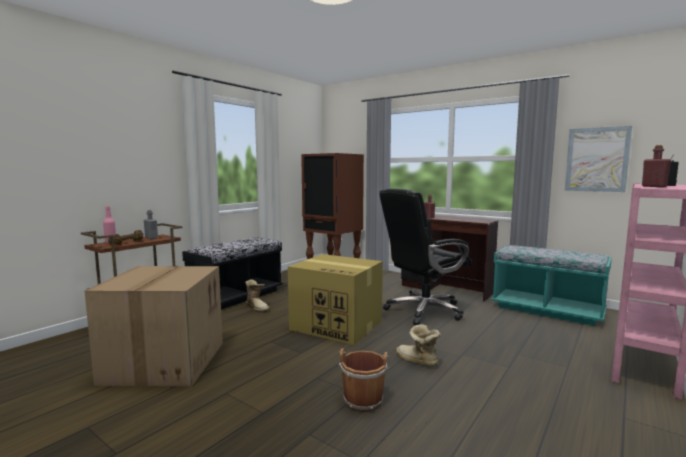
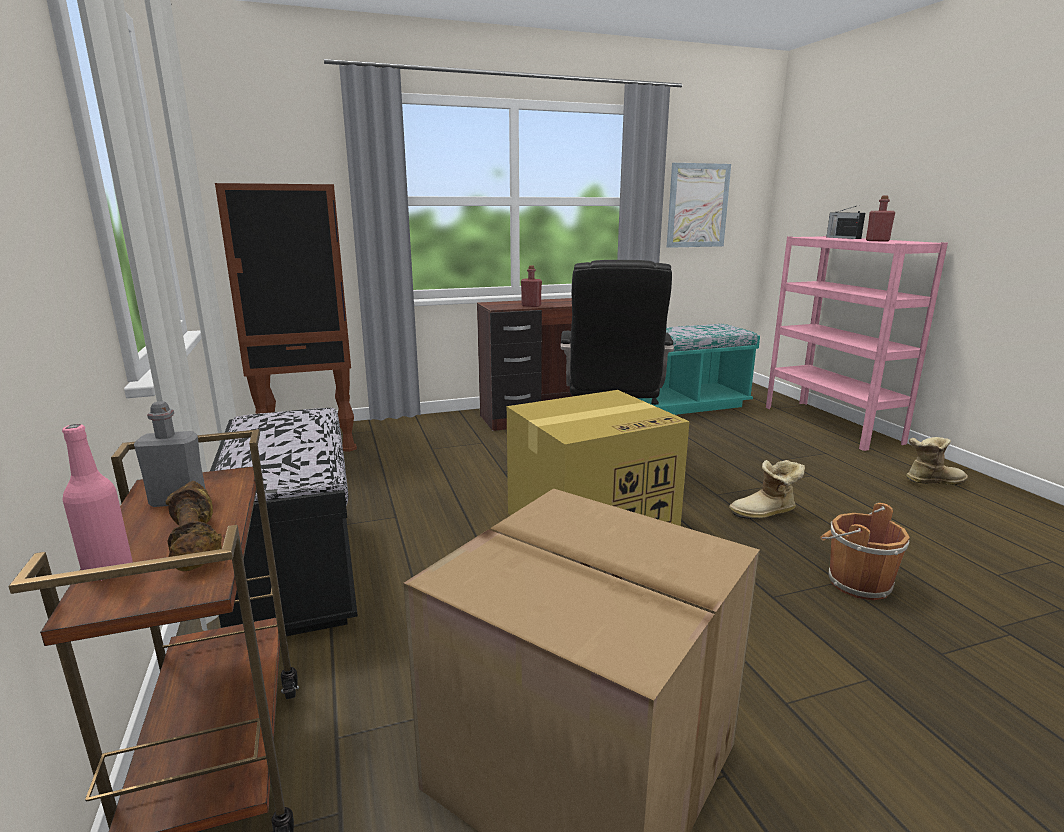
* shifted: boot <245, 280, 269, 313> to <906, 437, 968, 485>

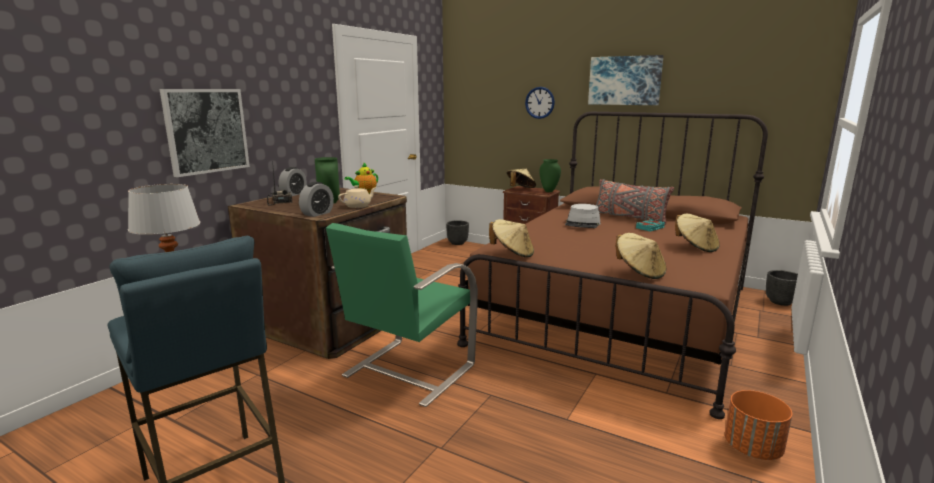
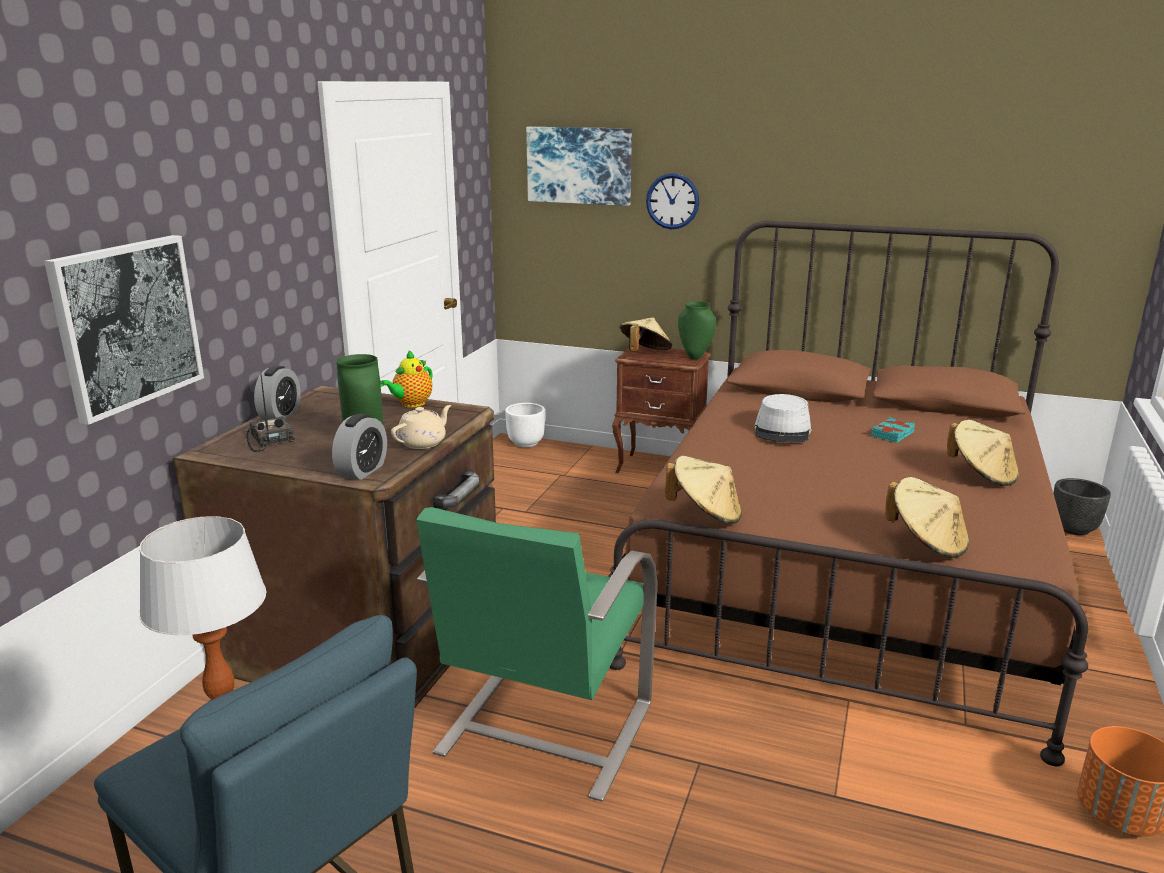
* repainted: planter/black <446, 220, 469, 245> to planter/white <505, 403, 545, 447>
* shifted: picture <588, 55, 664, 105> to <526, 127, 632, 206>
* gone: pillow/grey <596, 179, 674, 225>

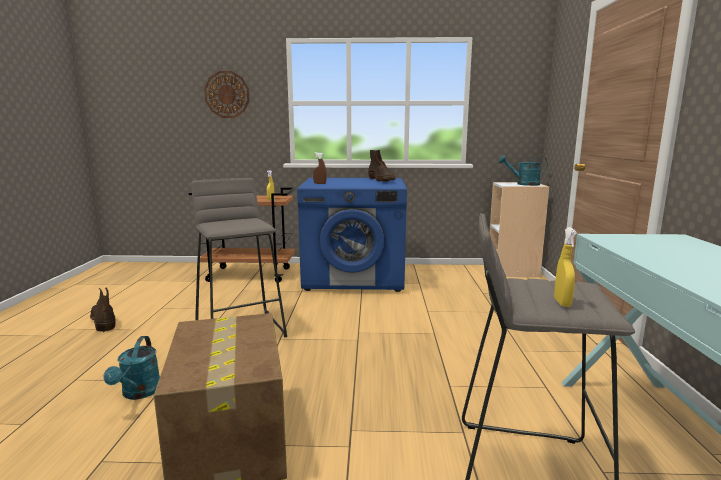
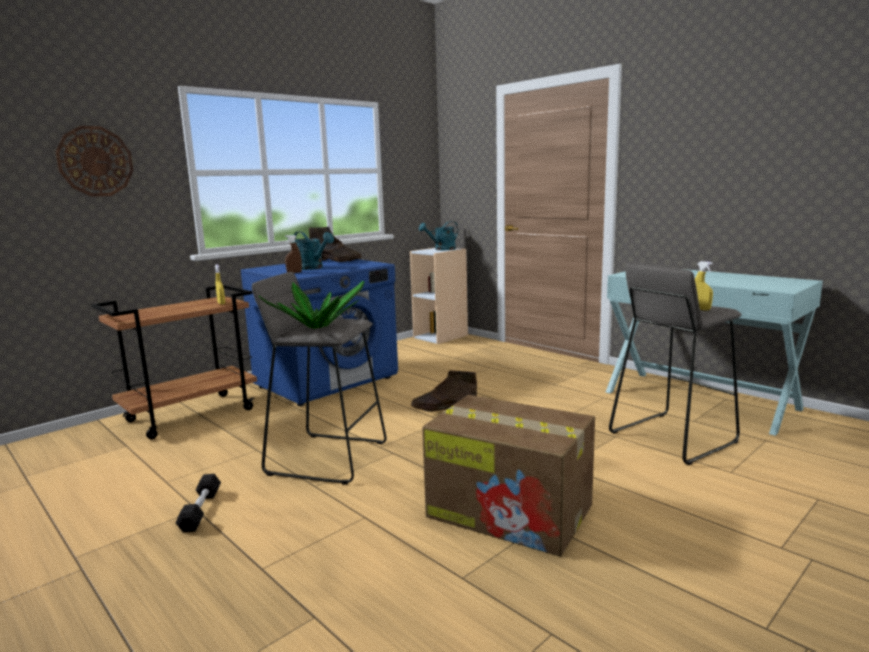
* shifted: boot/brown <90, 287, 116, 332> to <411, 370, 477, 412>
* shifted: watering can/turquoise <103, 336, 160, 400> to <294, 231, 334, 270>
* new: dumbbell/black <176, 474, 221, 533>
* new: potted plant <258, 281, 364, 329>

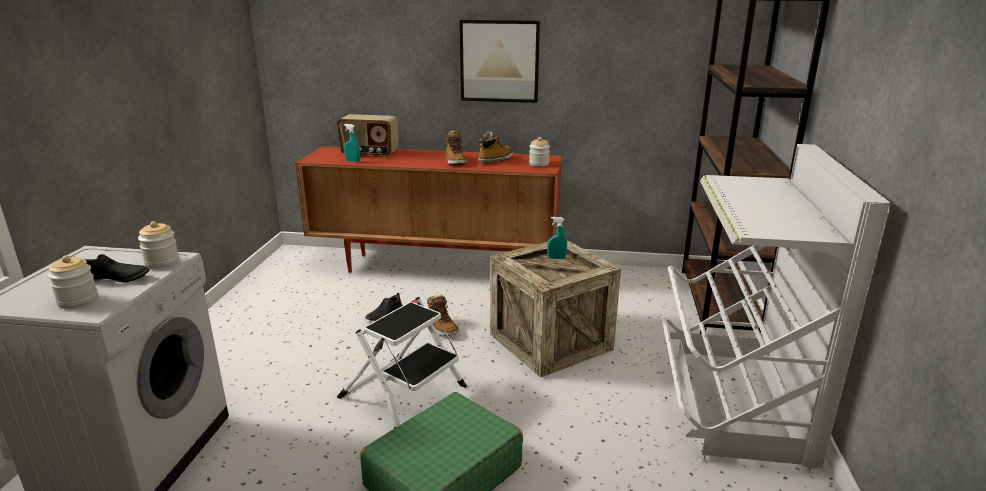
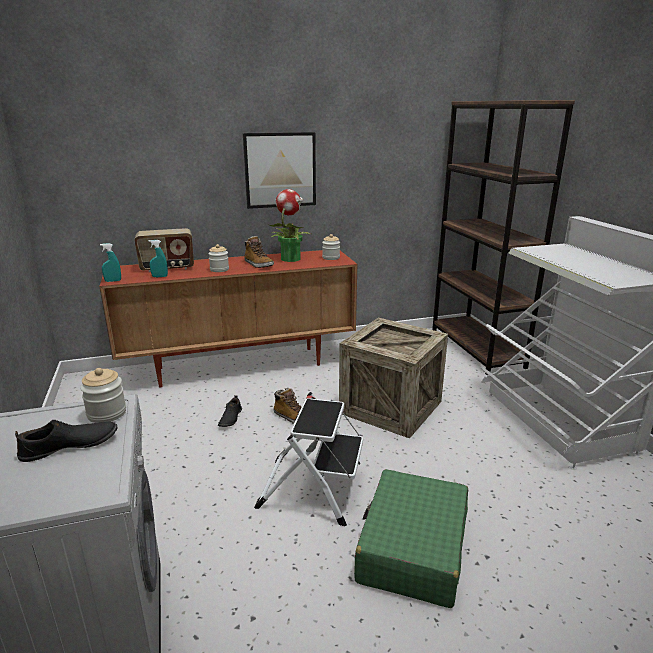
* shifted: jar <48, 255, 98, 309> to <208, 244, 229, 272>
* swapped: boot <478, 131, 513, 163> to potted plant <269, 189, 313, 262>
* shifted: spray bottle/turquoise <547, 217, 567, 259> to <100, 243, 121, 282>

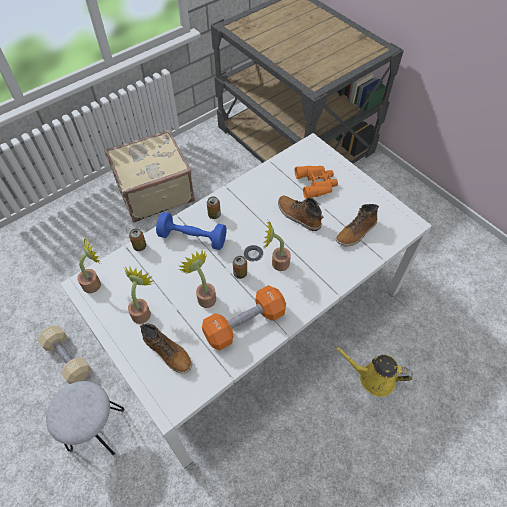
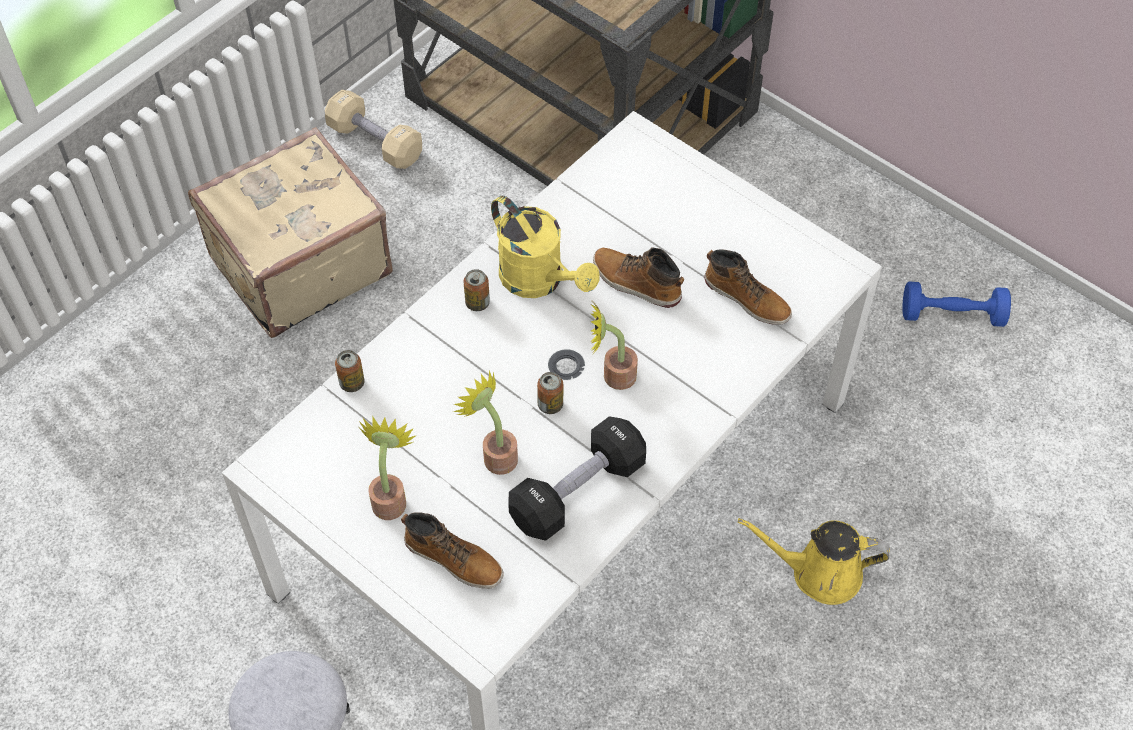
* shifted: dumbbell/beige <38, 325, 91, 384> to <325, 90, 422, 169>
* gone: potted plant <77, 237, 101, 293>
* shifted: dumbbell/blue <156, 212, 226, 250> to <903, 281, 1011, 327>
* repainted: dumbbell/orange <202, 285, 286, 351> to dumbbell/black <508, 416, 646, 541>
* gone: binoculars/orange <295, 166, 338, 199>
* rotated: boot <336, 204, 379, 246> = <704, 249, 792, 325> 90 degrees counterclockwise
* new: watering can/yellow <491, 196, 600, 298>

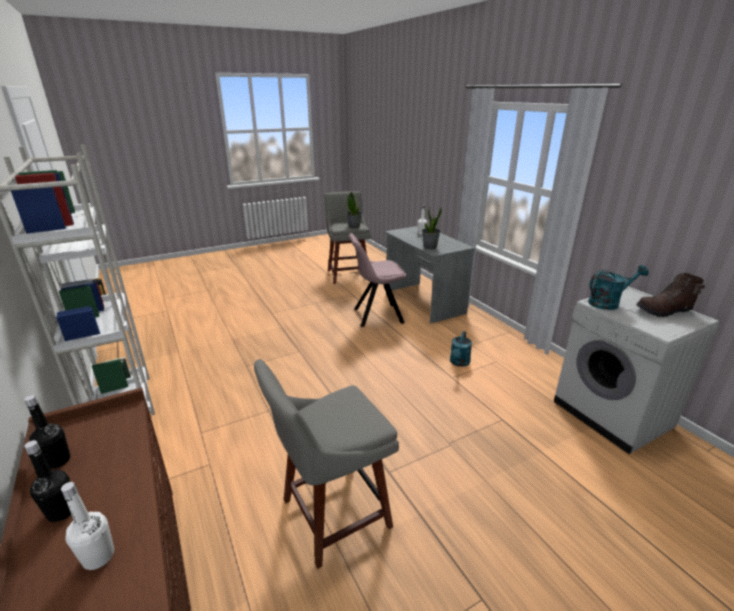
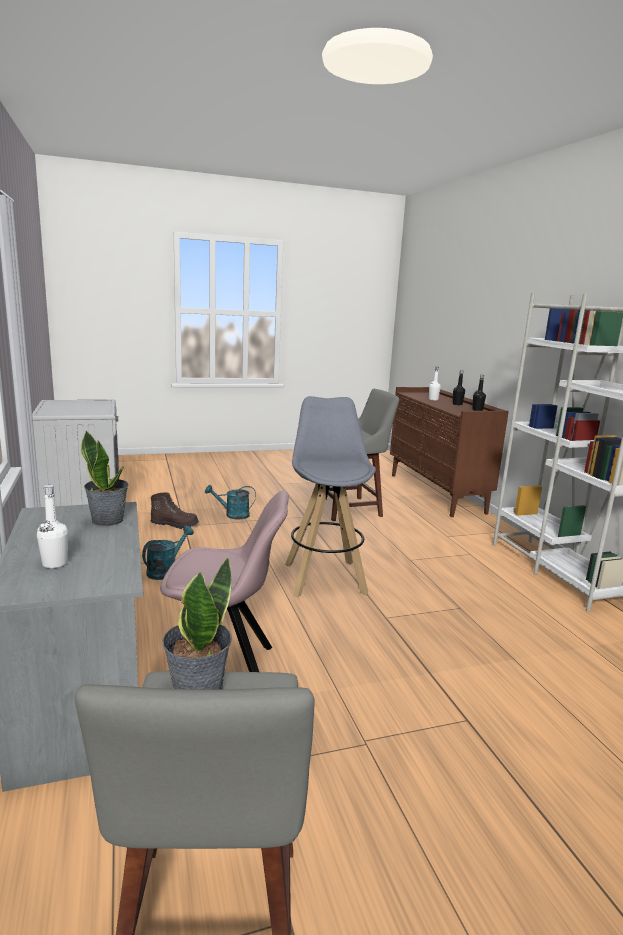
* shifted: watering can/turquoise <588, 265, 649, 310> to <205, 485, 256, 520>
* shifted: boot/brown <636, 273, 705, 317> to <150, 492, 199, 529>
* new: stool/grey <285, 396, 376, 597>

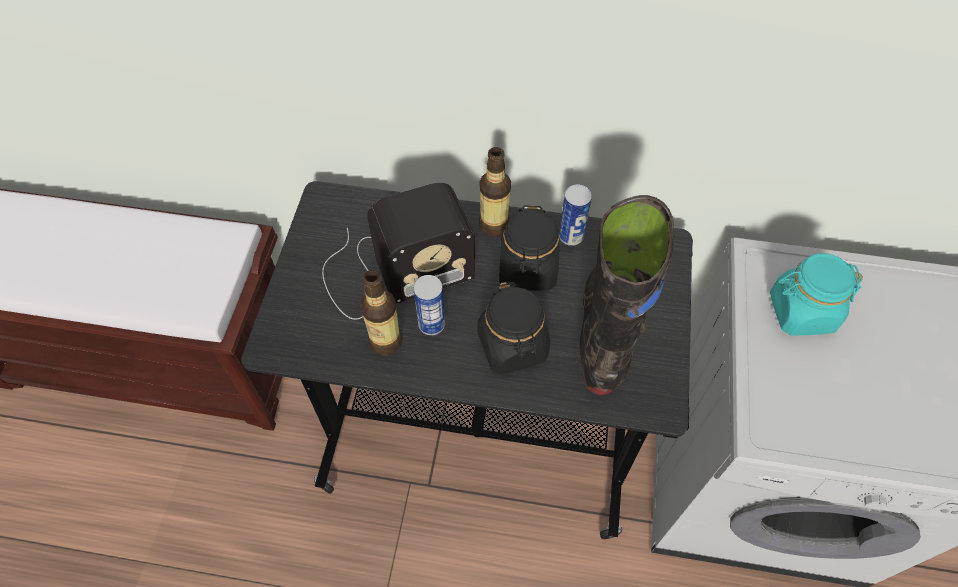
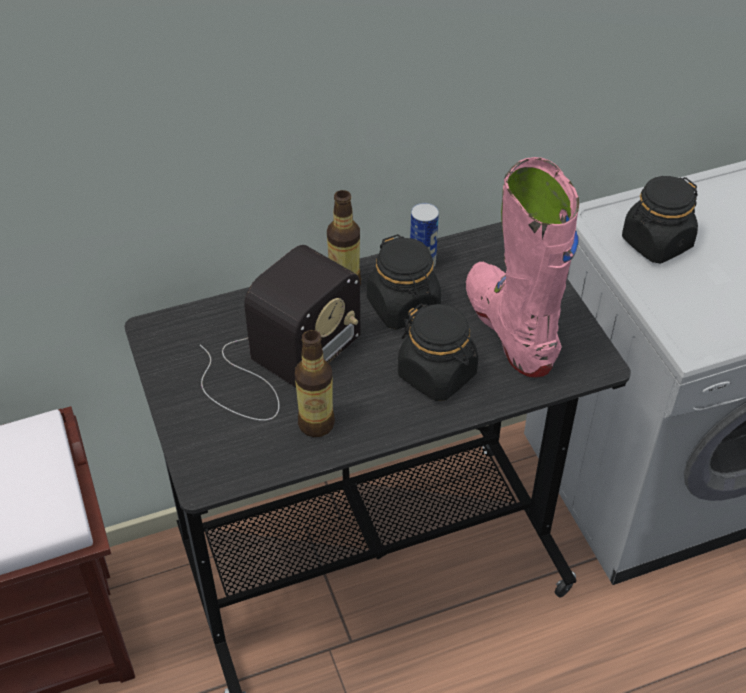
* gone: can <413, 275, 445, 336>
* repainted: boot/black <579, 195, 674, 395> to boot/pink <466, 157, 579, 378>
* repainted: jar/turquoise <770, 253, 863, 336> to jar/black <622, 176, 698, 263>

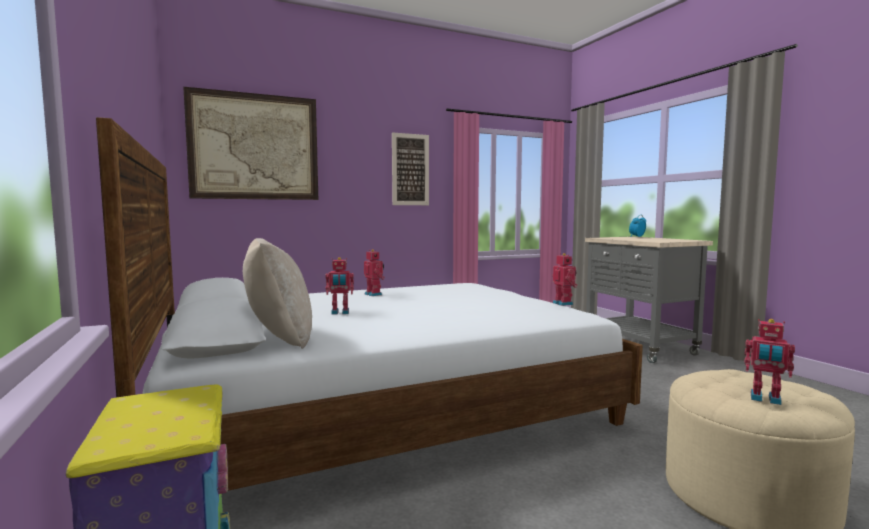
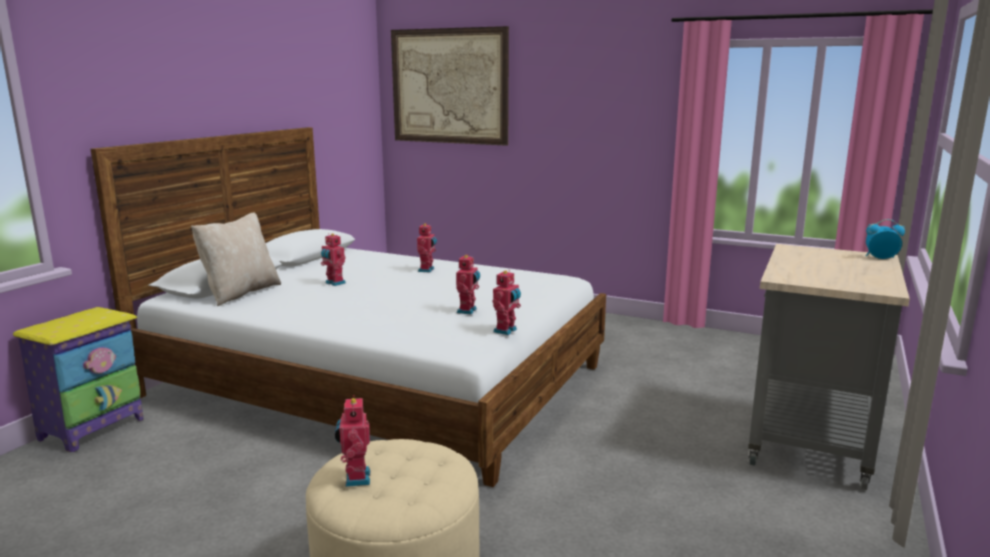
* gone: picture <392, 132, 429, 205>
* new: toy robot <456, 254, 480, 315>

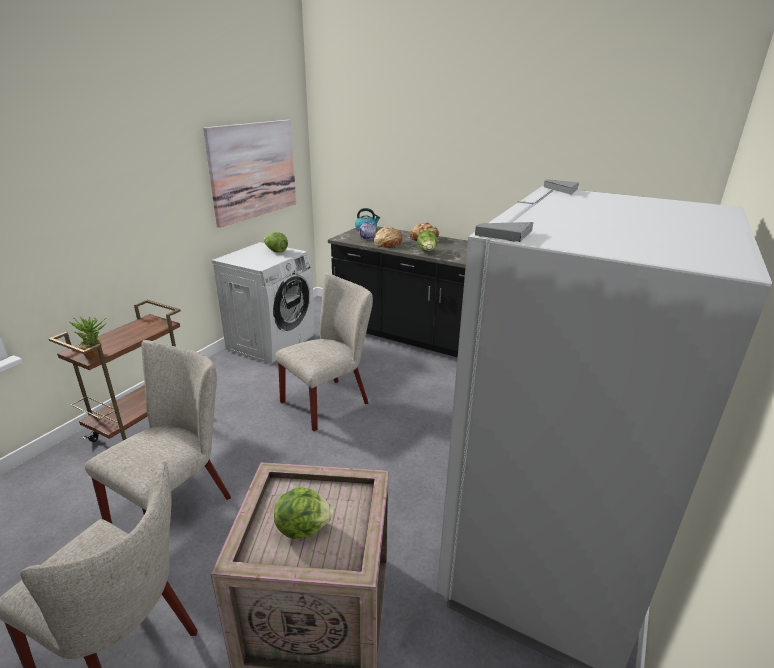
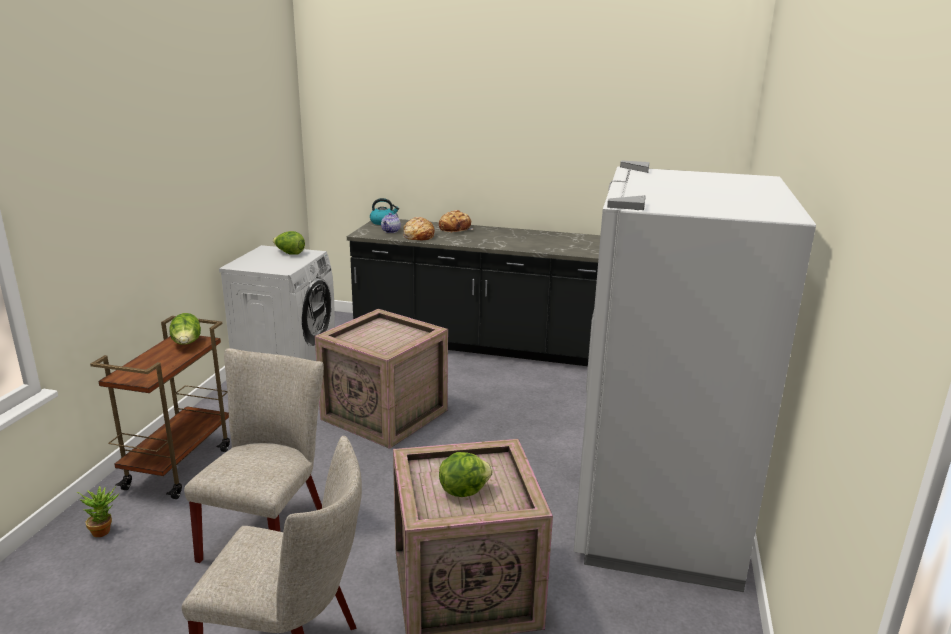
* shifted: potted plant <70, 317, 106, 359> to <77, 486, 120, 537>
* gone: picture <203, 120, 296, 228>
* swapped: chair/beige <276, 272, 373, 431> to crate <315, 309, 448, 449>
* shifted: lettuce <417, 230, 438, 252> to <169, 313, 201, 345>

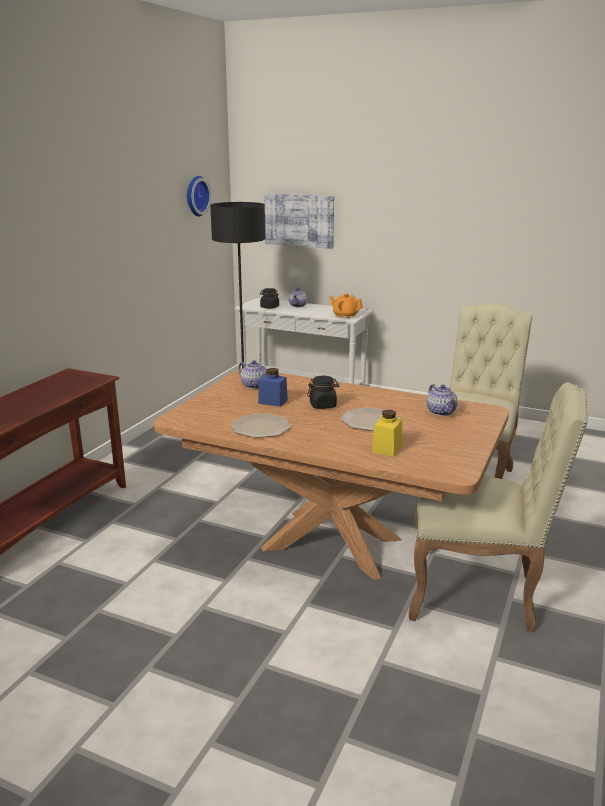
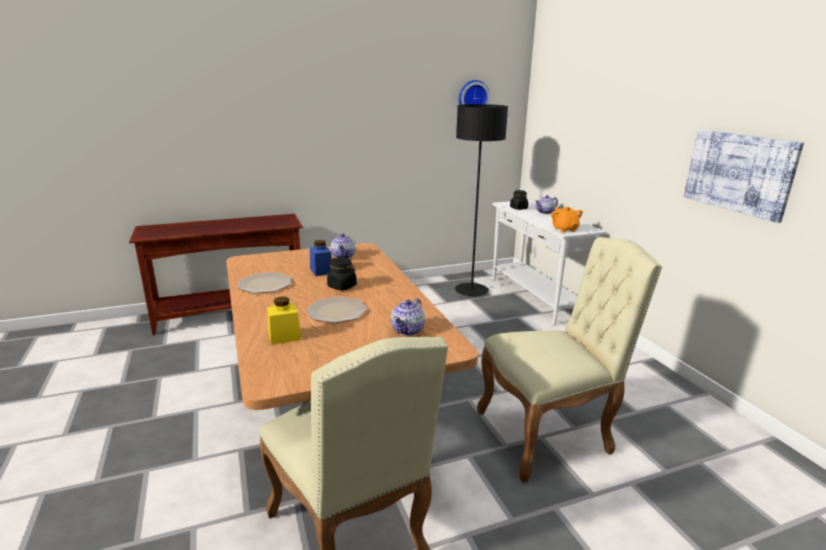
* shifted: picture <264, 193, 334, 249> to <684, 129, 804, 223>

